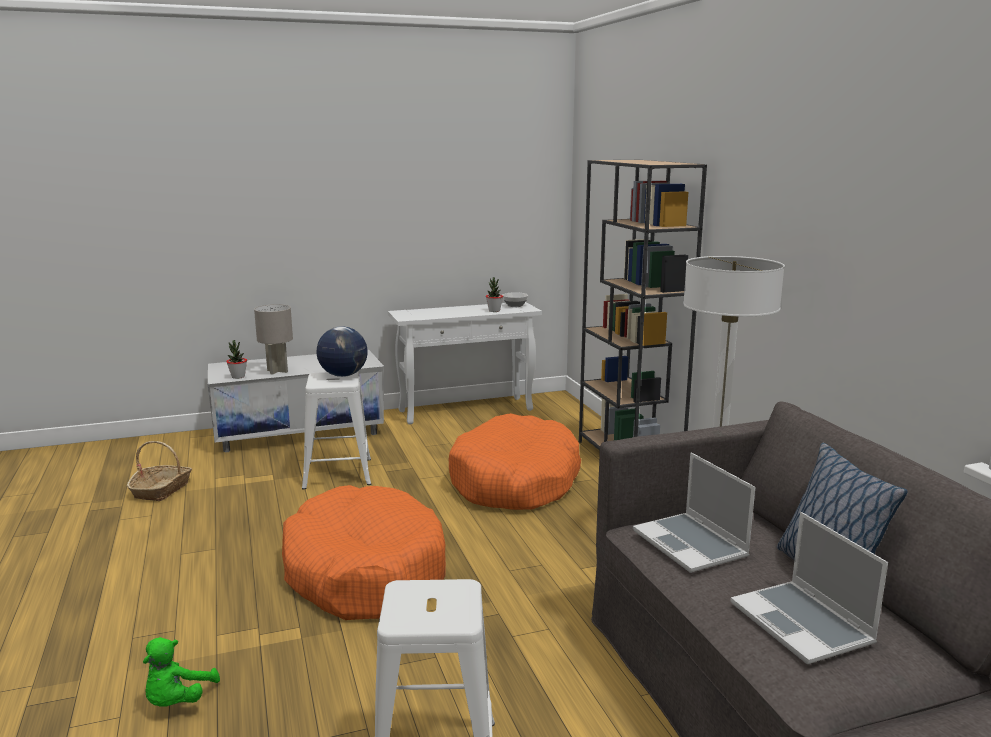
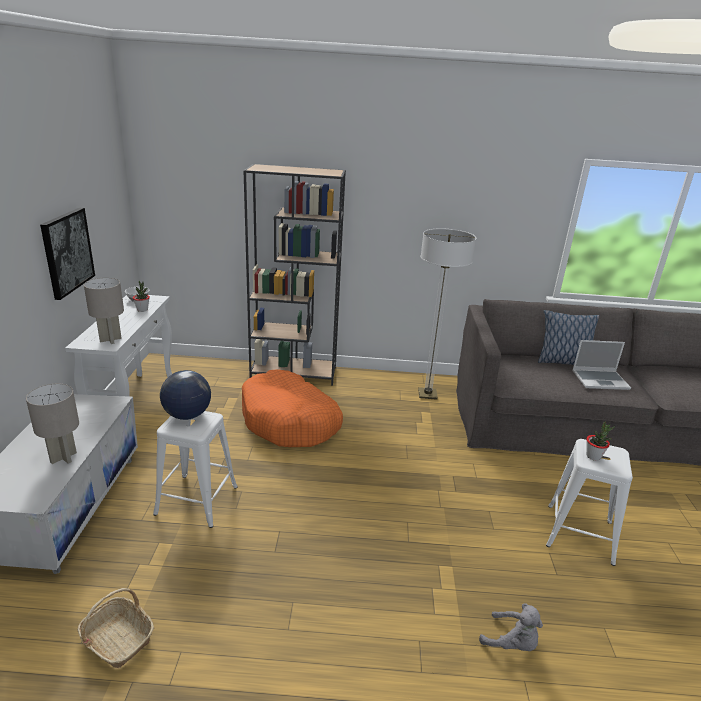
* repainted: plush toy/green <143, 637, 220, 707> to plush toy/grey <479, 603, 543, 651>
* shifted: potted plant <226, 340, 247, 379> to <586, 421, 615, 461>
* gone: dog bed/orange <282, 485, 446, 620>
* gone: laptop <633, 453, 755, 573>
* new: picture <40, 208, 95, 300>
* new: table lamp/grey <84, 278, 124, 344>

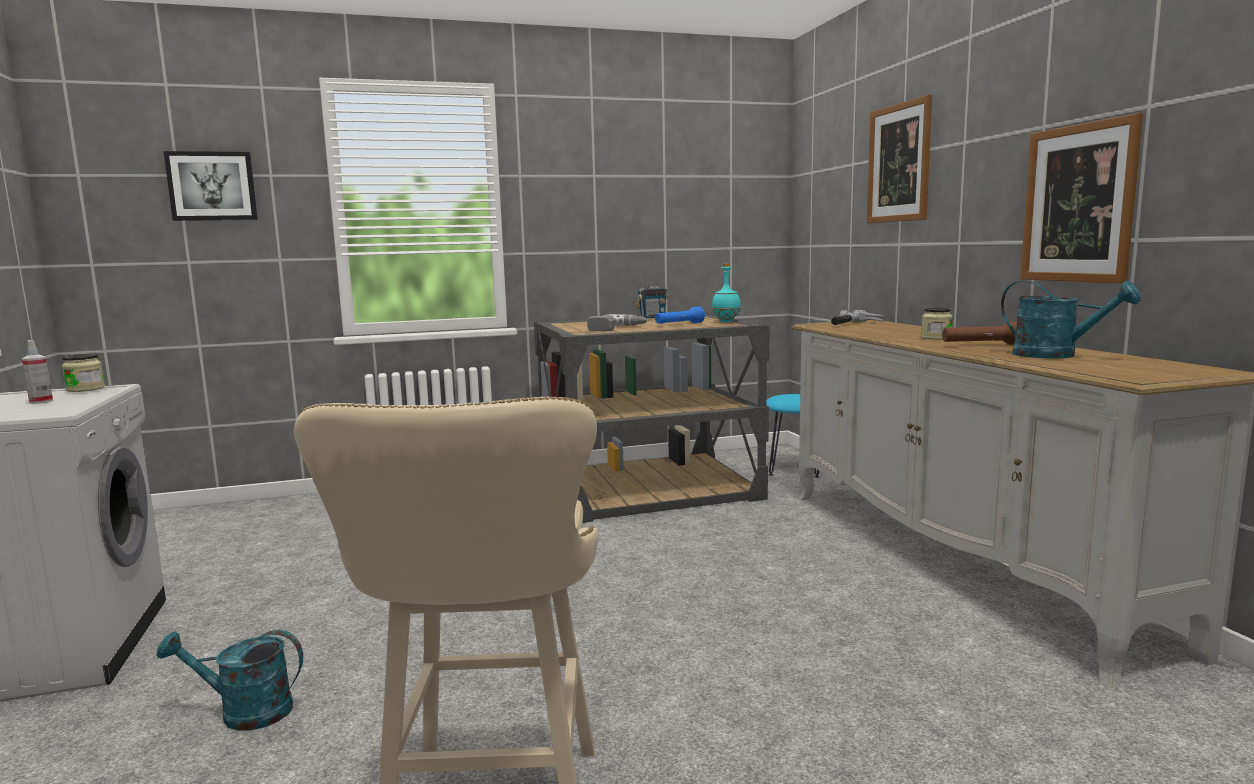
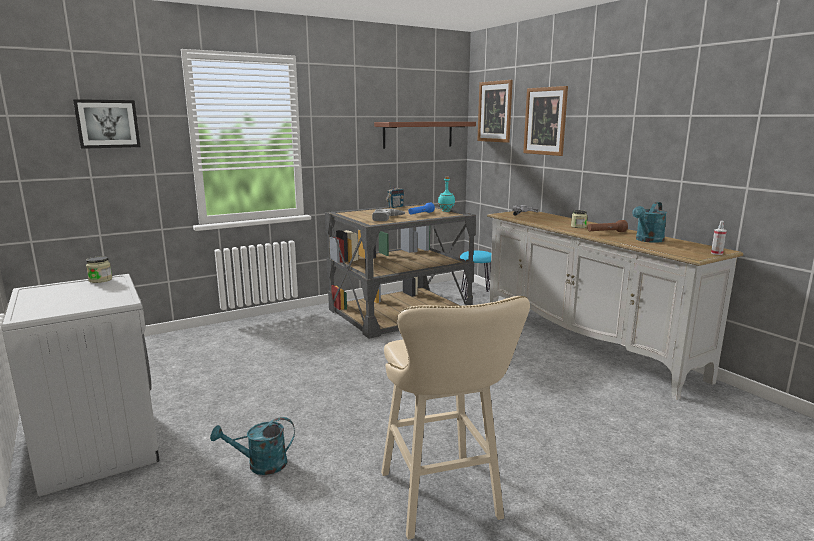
* shifted: spray bottle <22, 340, 53, 404> to <711, 221, 727, 255>
* rotated: watering can/turquoise <1001, 281, 1141, 359> = <632, 202, 667, 243> 105 degrees clockwise
* shifted: picture <1020, 113, 1143, 283> to <477, 80, 513, 143>
* new: shelf/brown <374, 122, 476, 149>

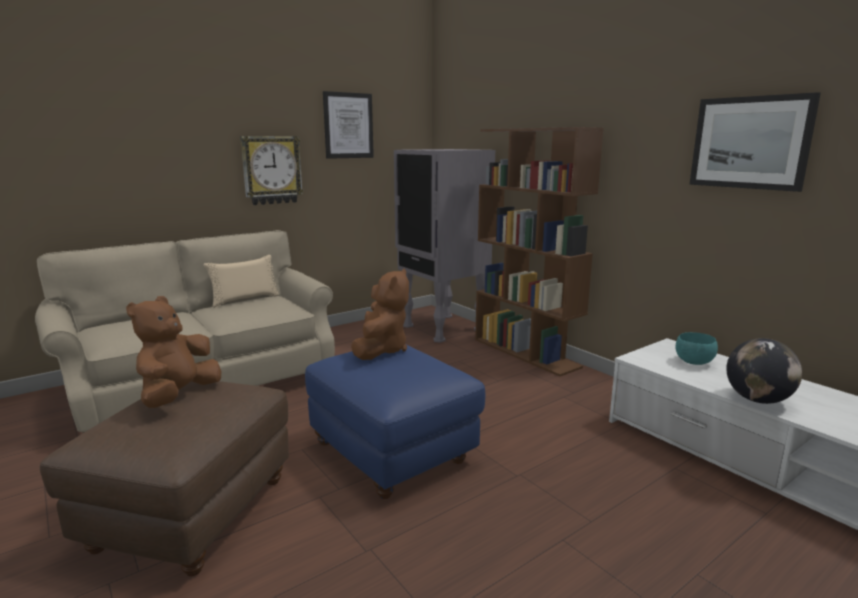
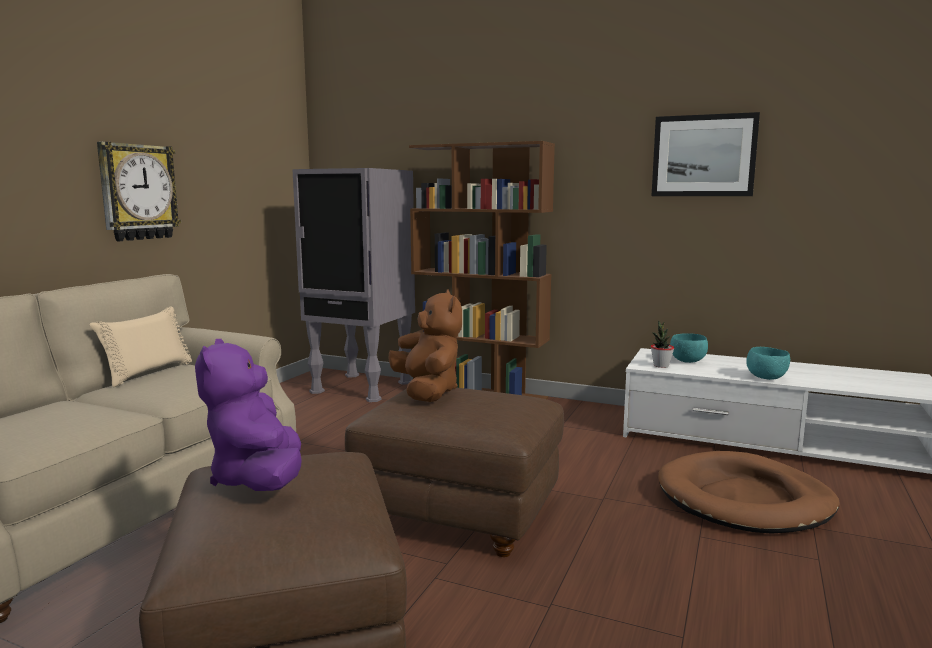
* repainted: plush toy/brown <126, 296, 221, 408> to plush toy/purple <195, 339, 302, 491>
* repainted: ottoman/blue <305, 345, 485, 499> to ottoman/brown <345, 387, 564, 557>
* gone: picture <323, 91, 374, 159>
* swapped: globe <726, 338, 802, 404> to bowl/turquoise <746, 347, 790, 380>
* new: potted plant <650, 321, 674, 368>
* new: dog bed/brown <658, 451, 840, 534>

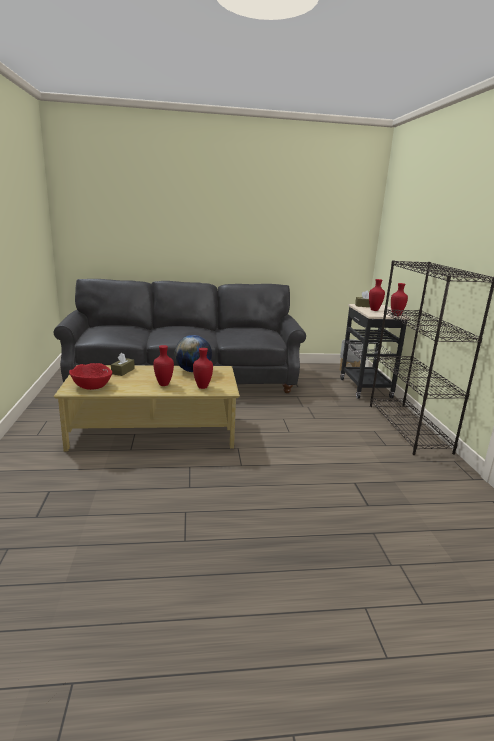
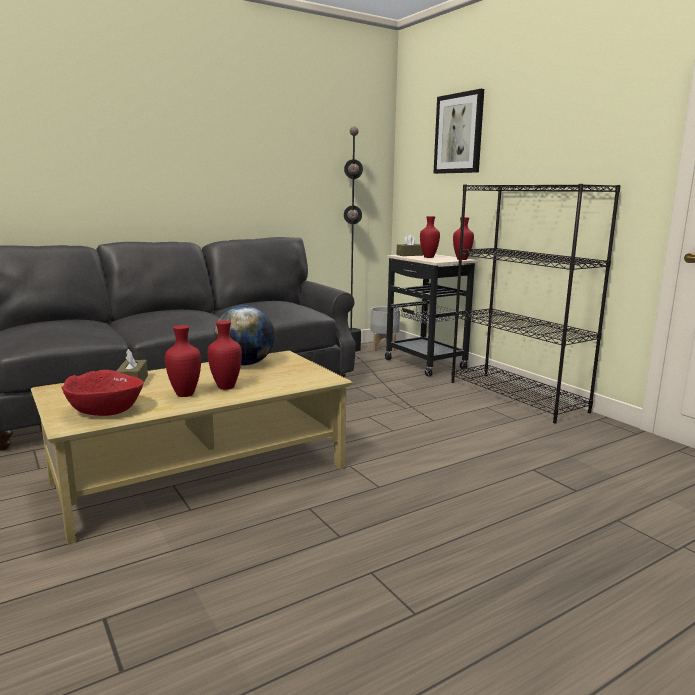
* shifted: vase/red <193, 348, 213, 389> to <165, 325, 201, 397>
* new: floor lamp/black <344, 126, 432, 420>
* new: picture <433, 89, 484, 174>

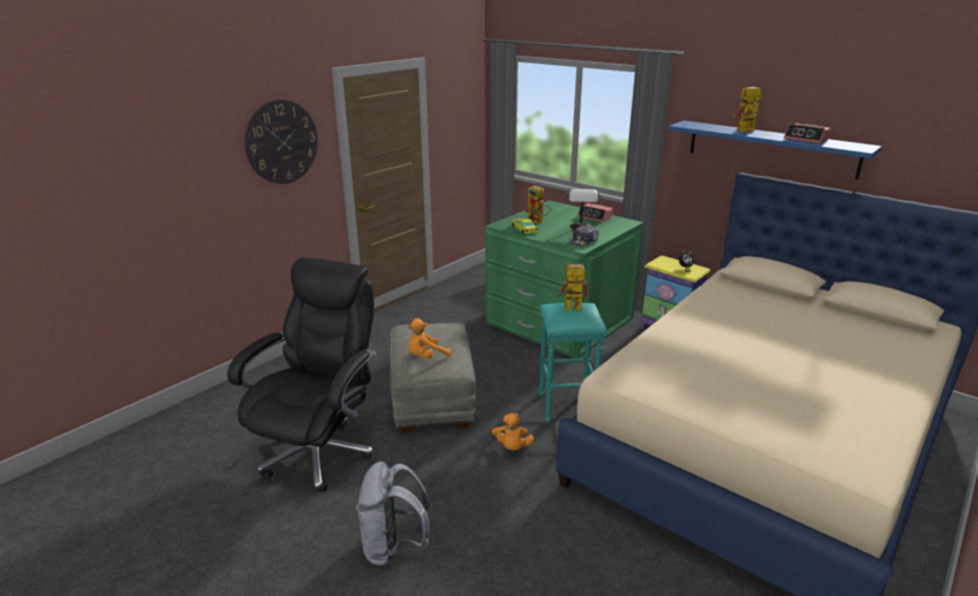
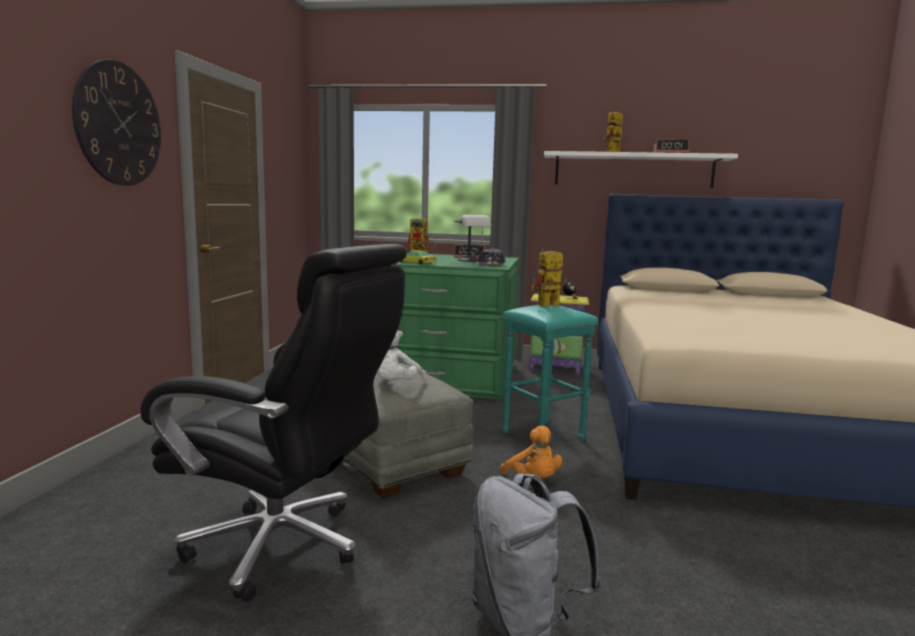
* rotated: office chair/black <227, 257, 377, 492> = <140, 244, 407, 602> 120 degrees clockwise
* repainted: plush toy/orange <407, 318, 451, 359> to plush toy/white <377, 330, 427, 380>
* repainted: shelf/blue <668, 121, 882, 179> to shelf/white <544, 151, 738, 188>

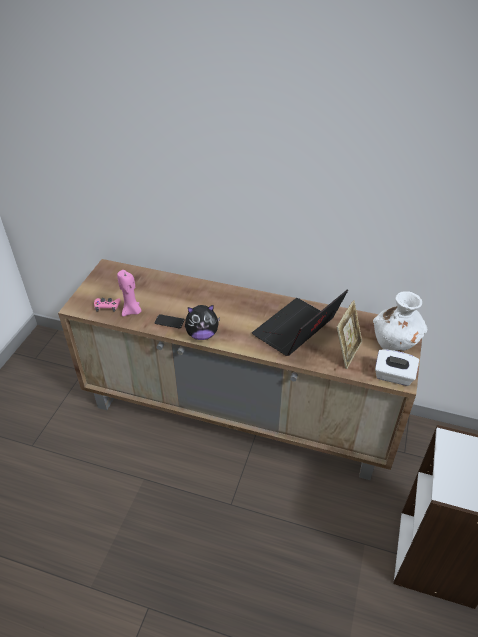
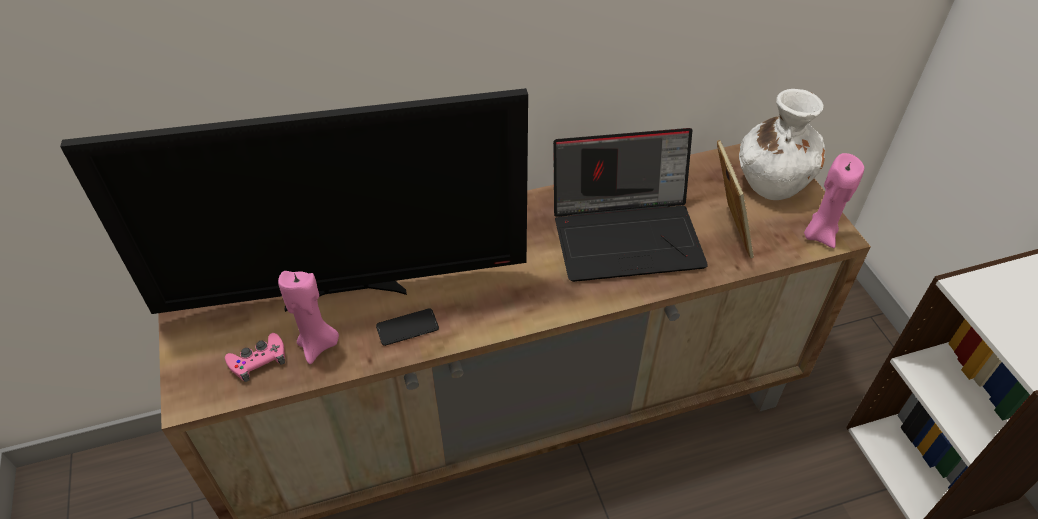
* gone: plush toy <185, 305, 220, 340>
* rotated: laptop <252, 289, 348, 356> = <553, 128, 708, 282> 105 degrees counterclockwise
* swapped: tissue box/white <375, 349, 419, 386> to candle/pink <804, 153, 864, 248>
* new: television <60, 88, 528, 314>

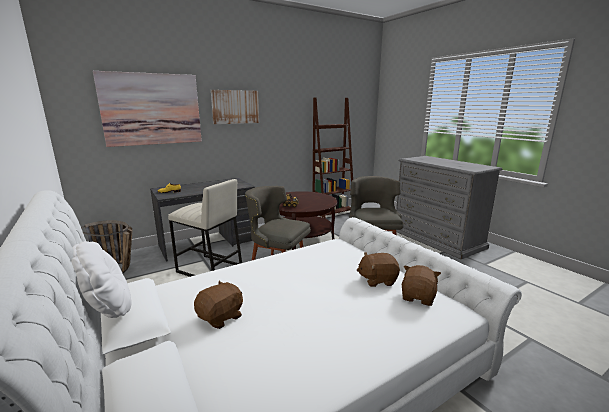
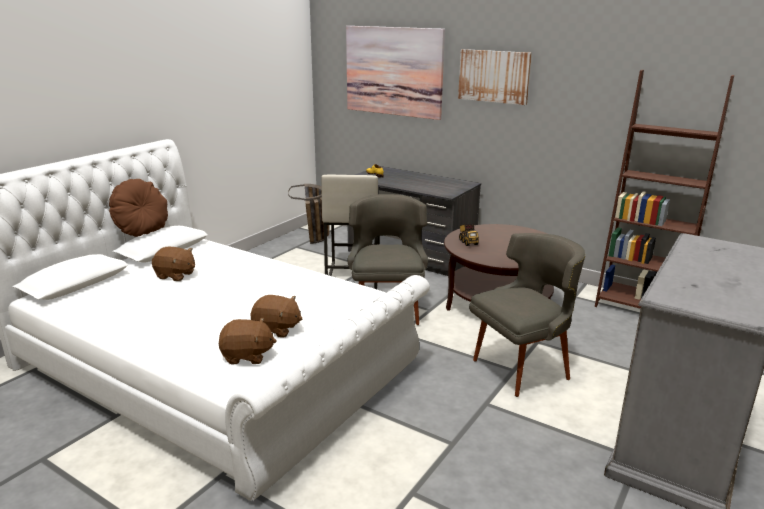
* repainted: pillow/white <71, 241, 132, 318> to pillow/brown <109, 179, 168, 237>
* rotated: plush toy/brown <357, 252, 400, 287> = <250, 295, 303, 338> 135 degrees clockwise

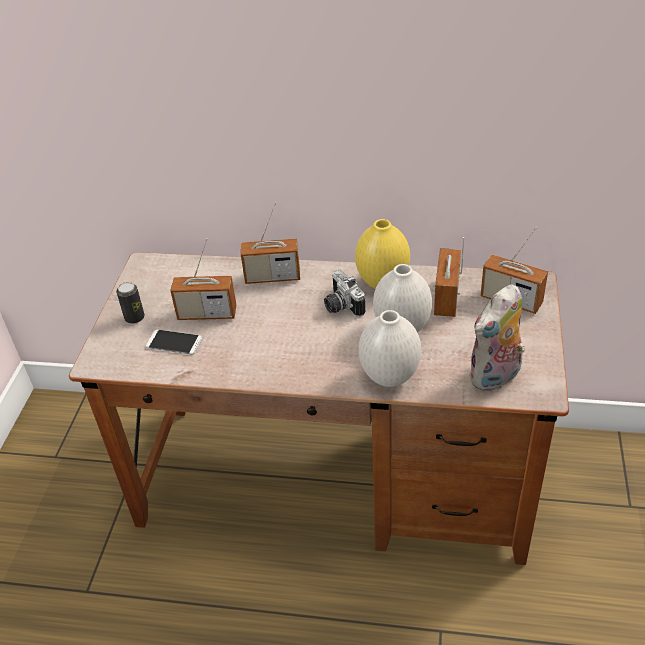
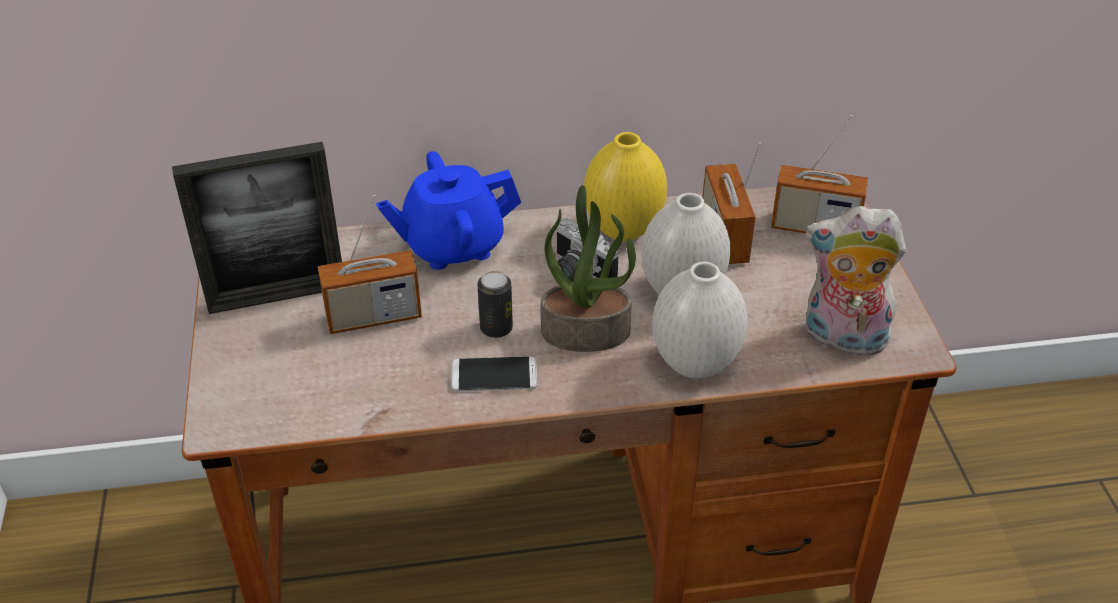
* shifted: can <116, 282, 145, 324> to <477, 271, 513, 338>
* shifted: phone <146, 330, 202, 355> to <451, 356, 537, 391>
* swapped: radio <241, 202, 300, 284> to teapot/blue <376, 151, 521, 270>
* rotated: plush toy <469, 284, 525, 391> = <805, 206, 906, 356> 75 degrees clockwise
* new: picture frame <172, 142, 342, 314>
* new: potted plant <541, 185, 636, 352>

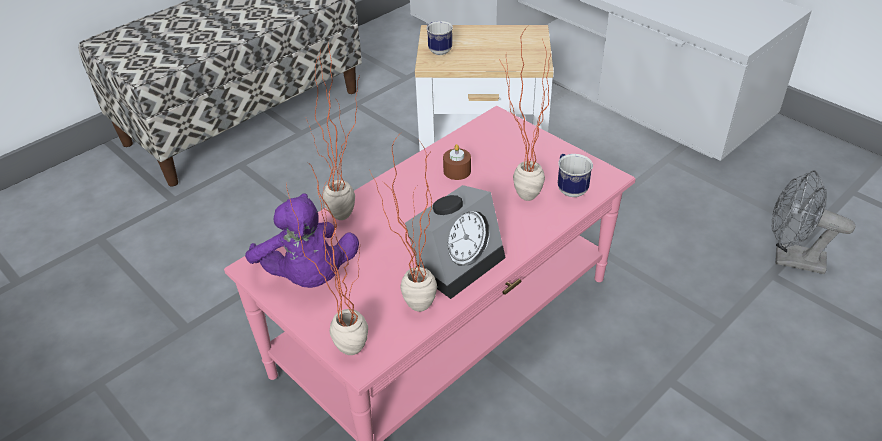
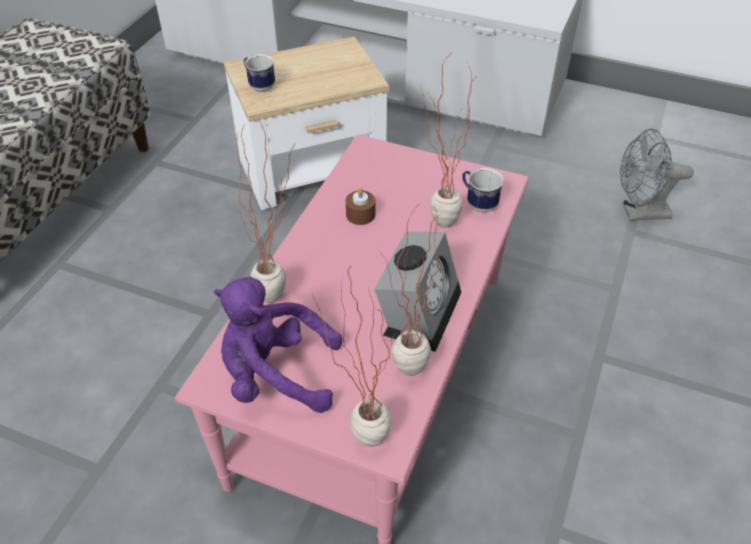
* rotated: plush toy/purple <245, 193, 359, 288> = <214, 277, 342, 413> 150 degrees clockwise

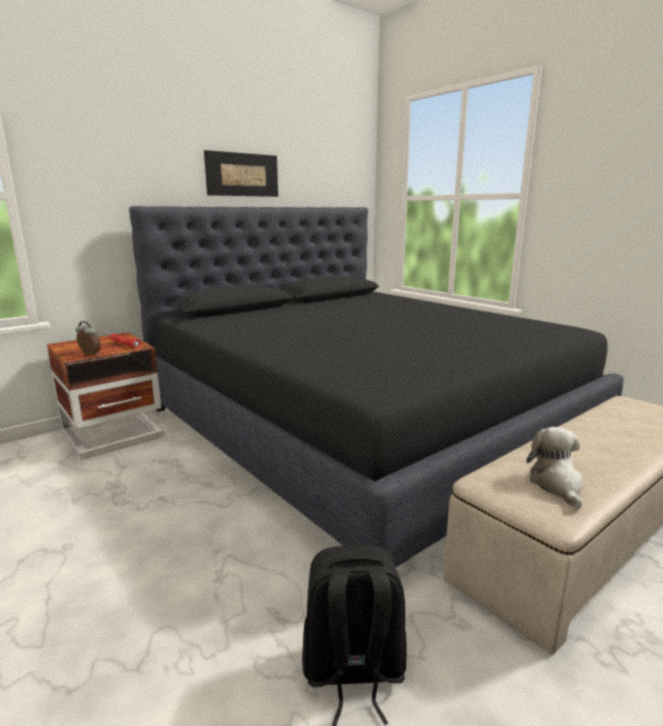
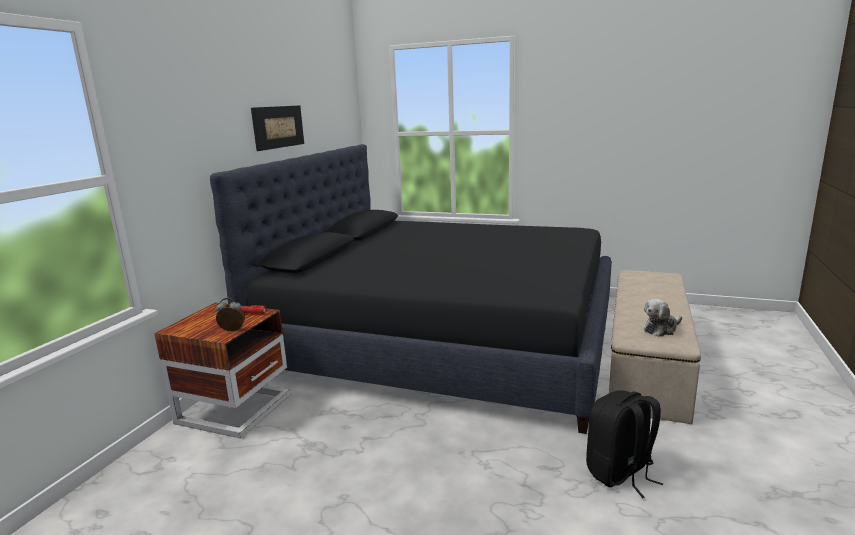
* rotated: plush toy <526, 427, 583, 509> = <644, 299, 682, 337> 90 degrees counterclockwise

